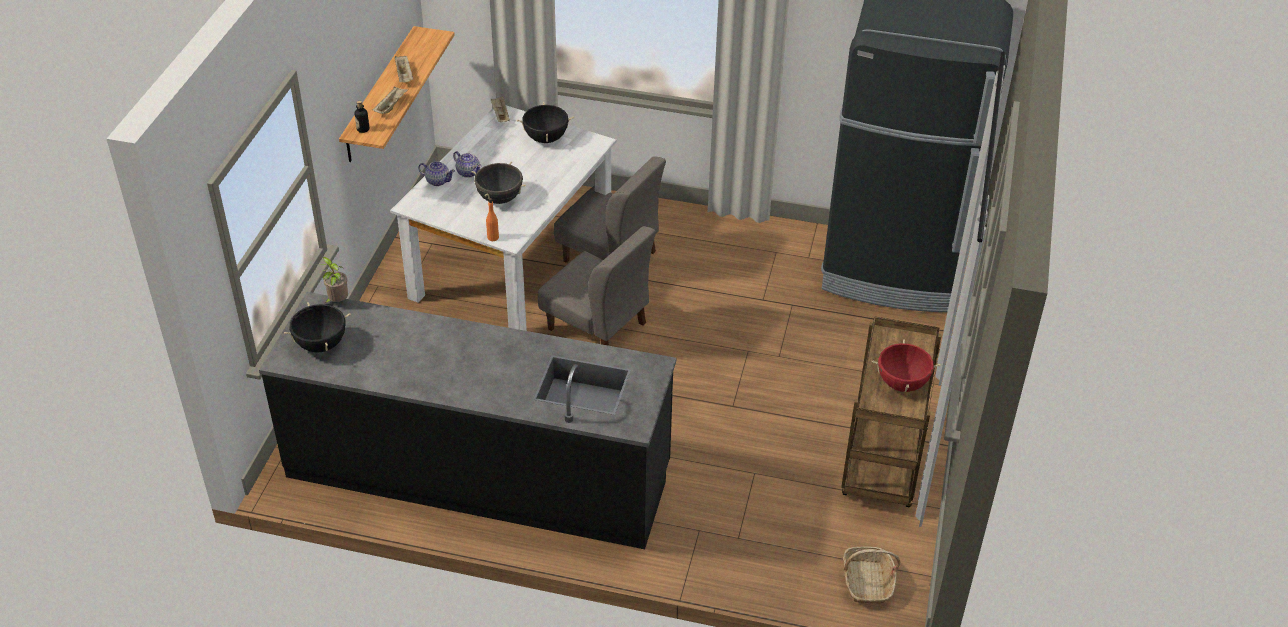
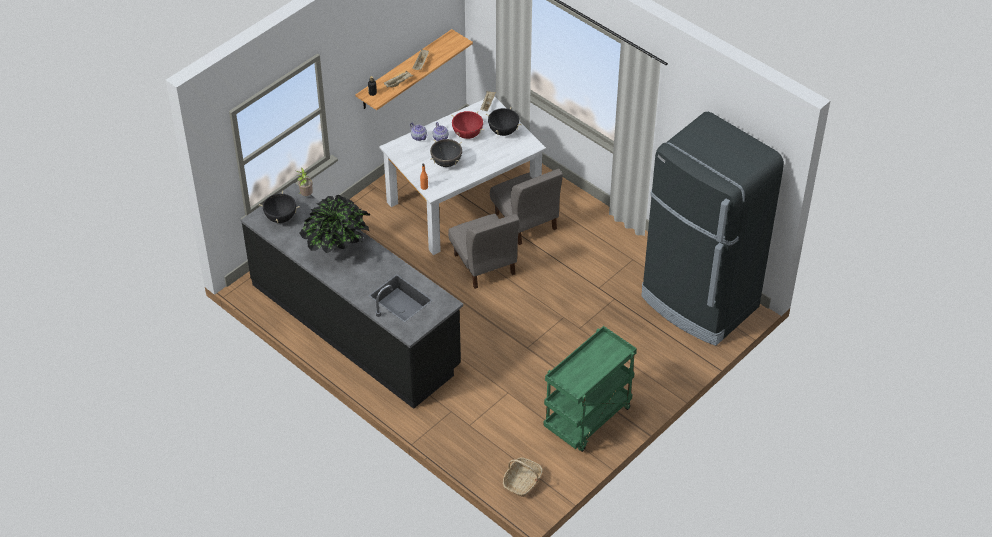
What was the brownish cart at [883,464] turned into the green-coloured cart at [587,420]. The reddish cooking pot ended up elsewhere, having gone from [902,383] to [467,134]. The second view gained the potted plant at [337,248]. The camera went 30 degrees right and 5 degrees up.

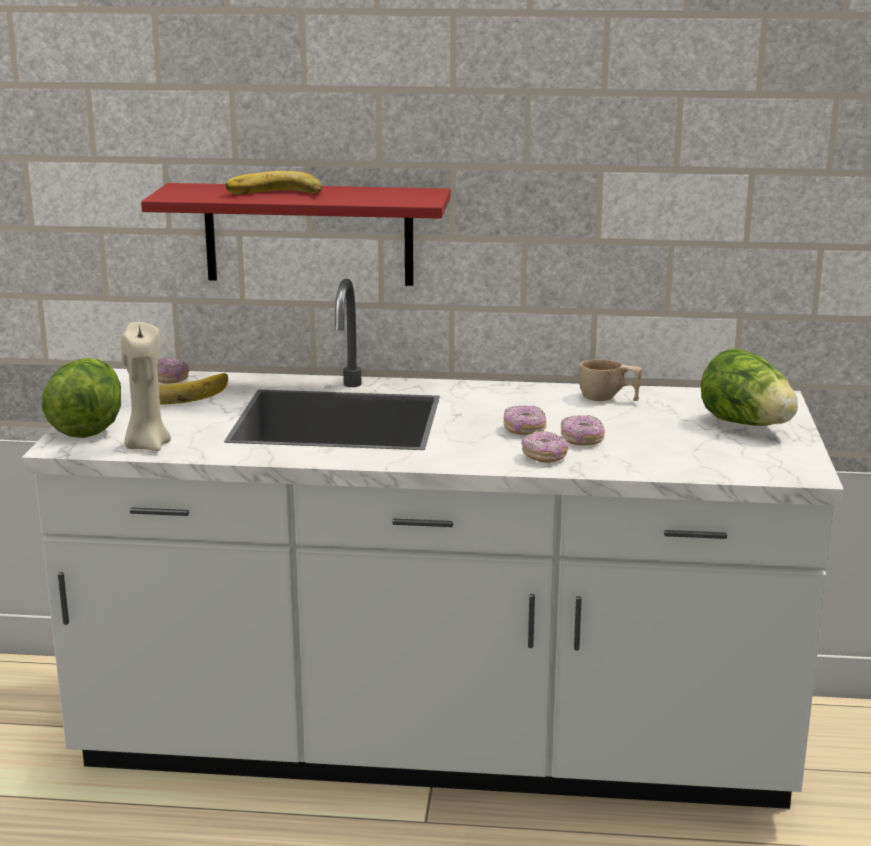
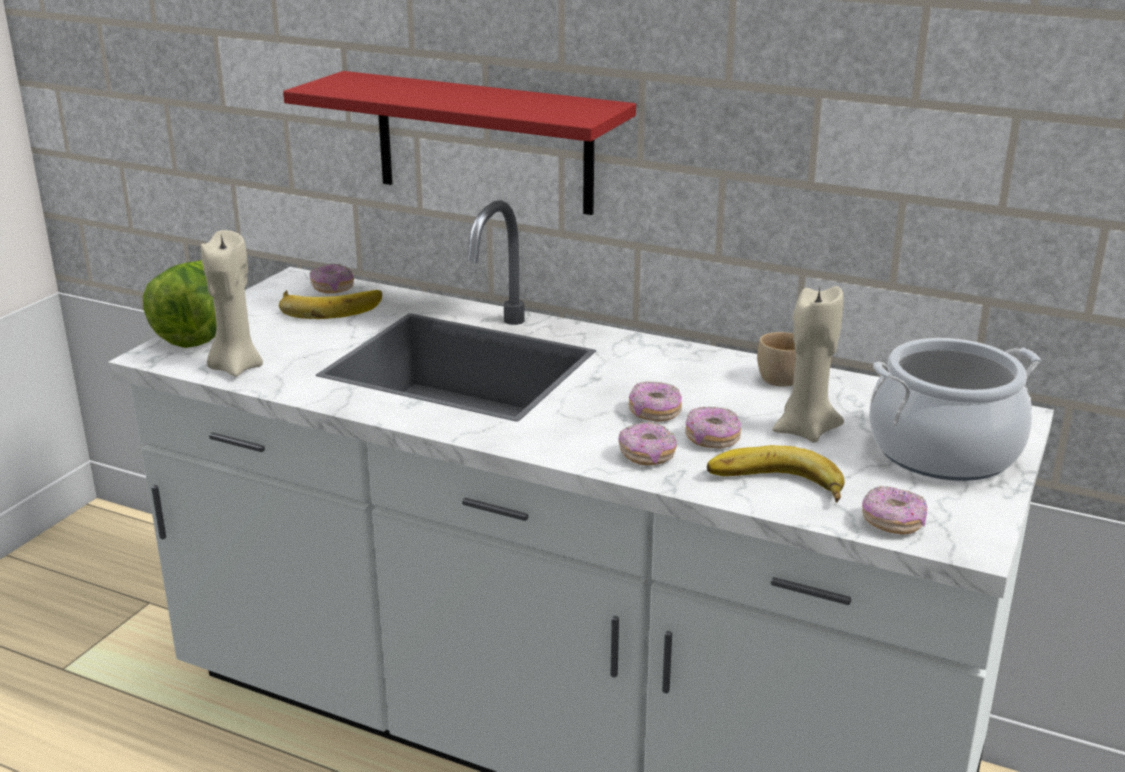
The banana ended up elsewhere, having gone from [275,195] to [775,487]. Where the lettuce stood at [747,424], the cooking pot came to stand at [943,450]. The second view gained the sand-coloured wax light at [805,430]. The second view gained the donut at [892,523]. The camera went 20 degrees right and 5 degrees up.

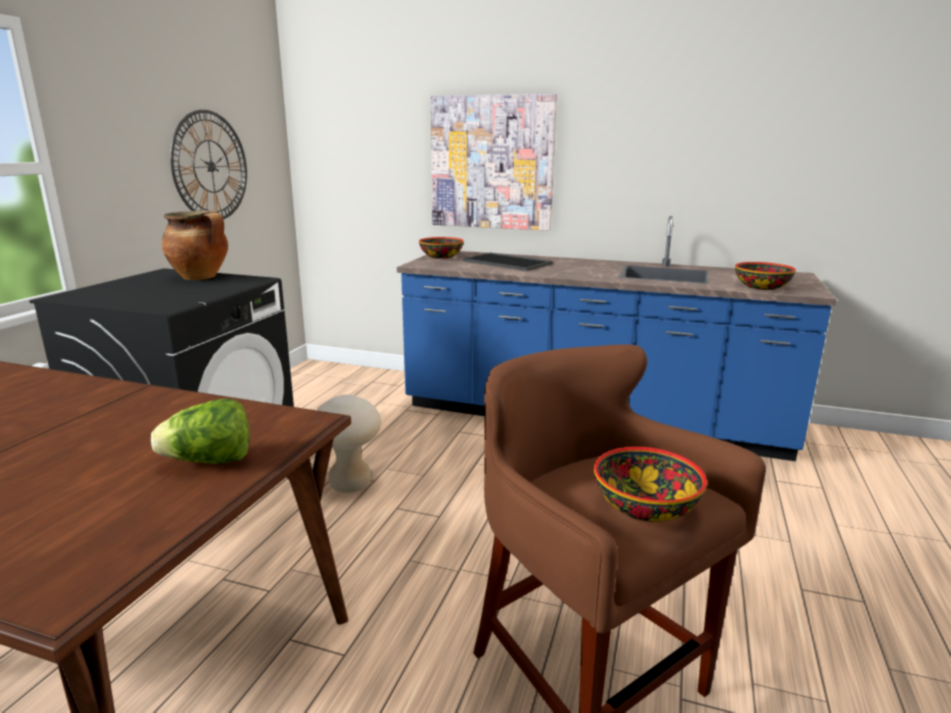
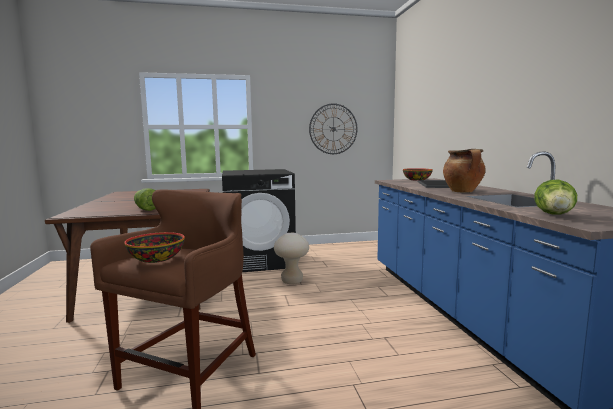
The cooking pot ended up elsewhere, having gone from [201,277] to [463,191]. The second view lost the wall picture at [492,163]. Where the deep dish stood at [761,287], the lettuce came to stand at [555,215]. The camera went 60 degrees right and 10 degrees down.

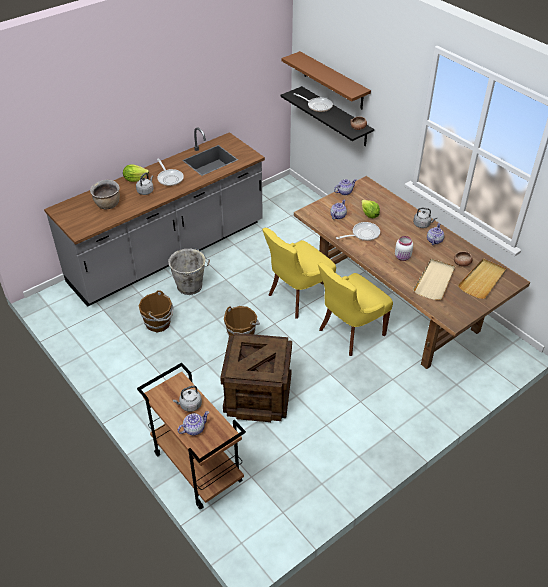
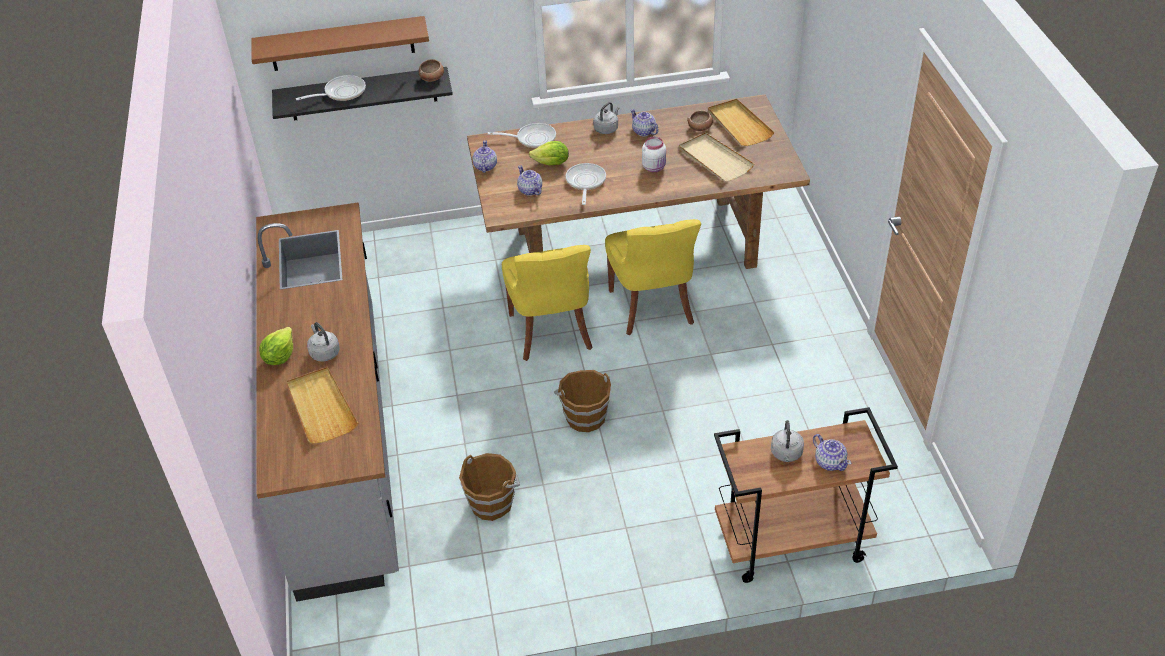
Where the brownish cooking pot stood at [108,205], the sand-coloured carrying tray came to stand at [321,407]. The pan ended up elsewhere, having gone from [169,178] to [532,139]. The second view lost the grey bucket at [191,286]. The tea pot at [194,429] ended up facing another way, 150 degrees clockwise from before. The second view lost the crate at [257,395]. The camera went 60 degrees left and 0 degrees up.

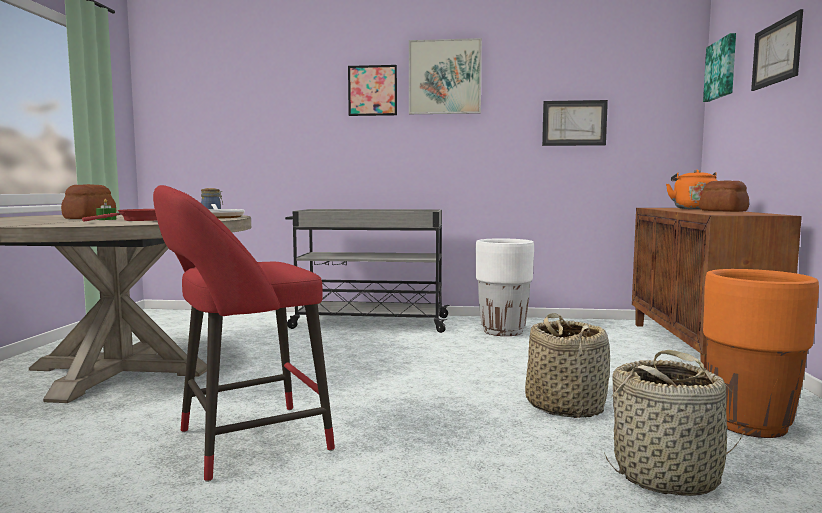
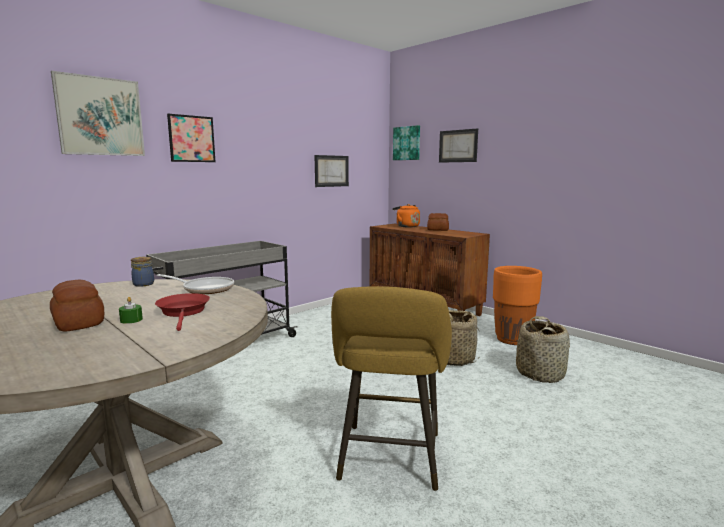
What was the reddish sitting stool at [244,443] turned into the yellow sitting stool at [389,461]. The wall picture ended up elsewhere, having gone from [445,77] to [100,116]. The second view lost the white planter at [503,331]. The camera went 50 degrees left and 5 degrees up.

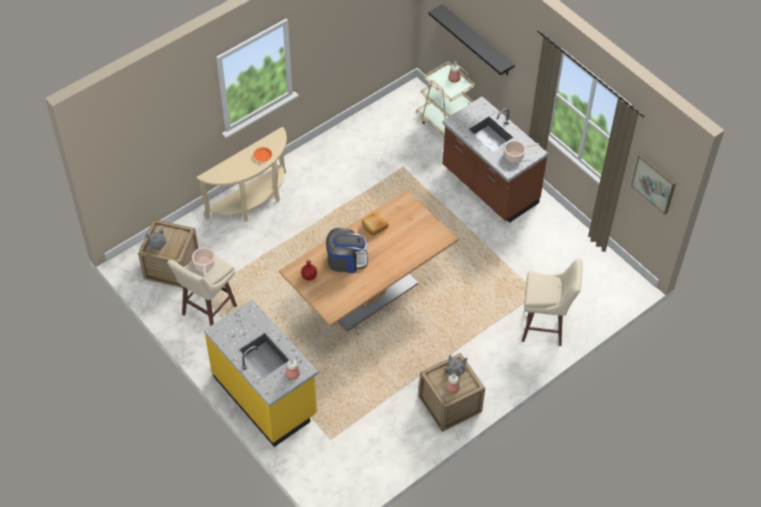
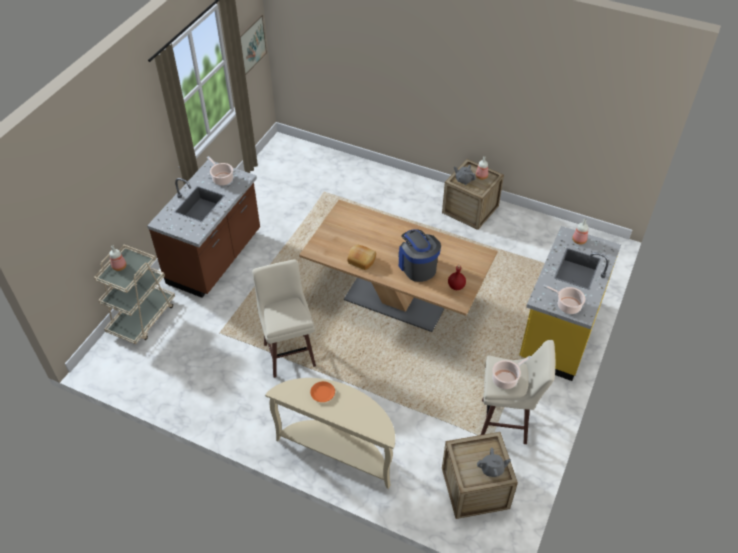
The second view lost the black bracket shelf at [477,41]. The sand-coloured sitting stool ended up elsewhere, having gone from [544,328] to [289,353]. The second view gained the cooking pot at [567,305]. The camera went 115 degrees left and 5 degrees down.

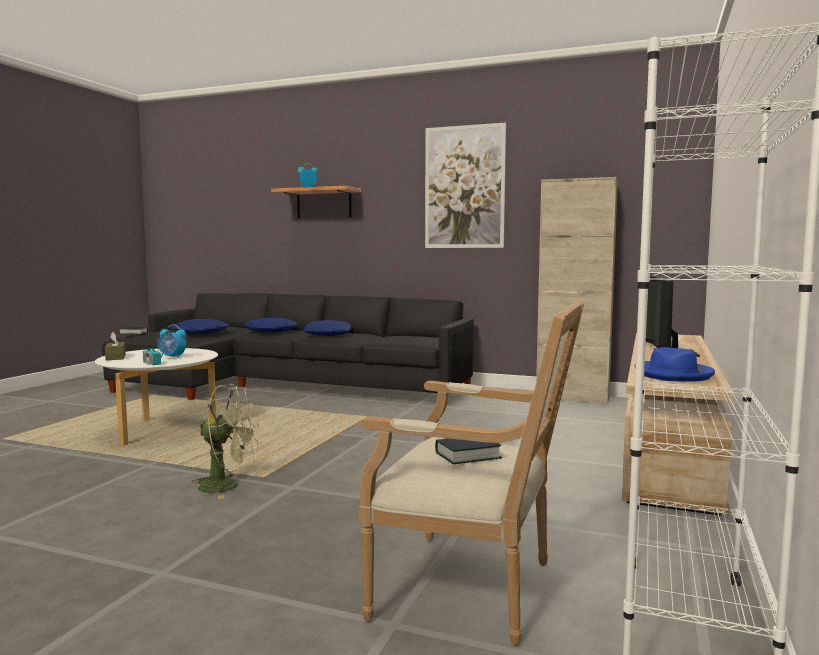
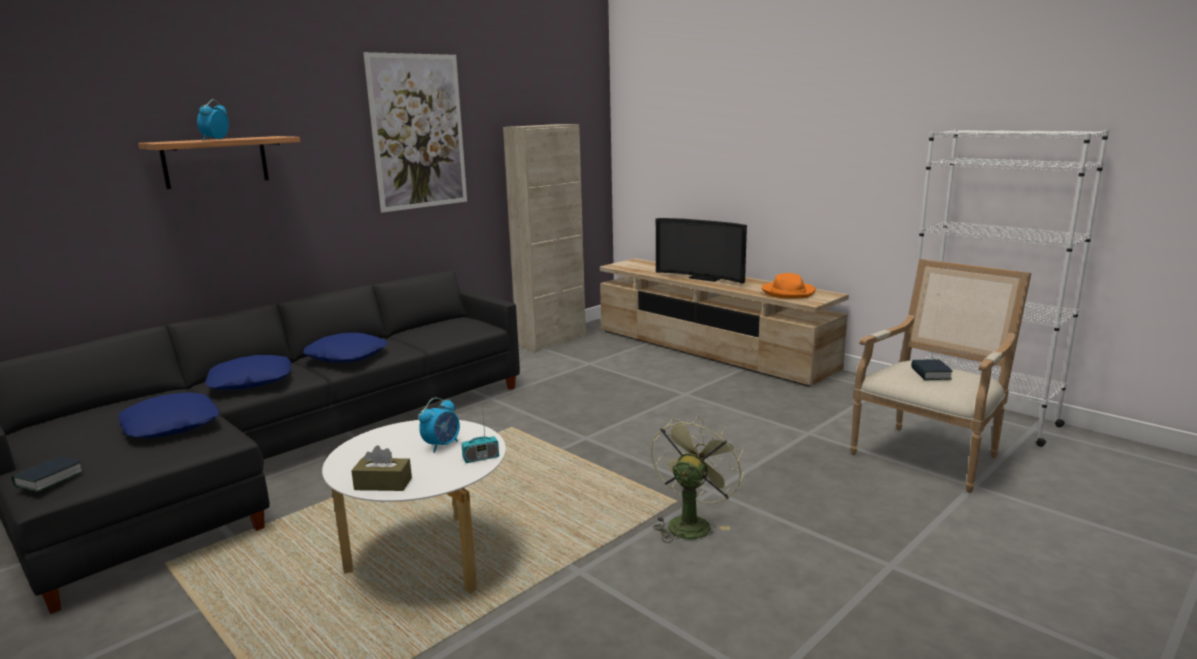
What was the blue-coloured clothing hat at [674,375] turned into the orangey clothing hat at [788,292]. The camera went 65 degrees left and 10 degrees up.

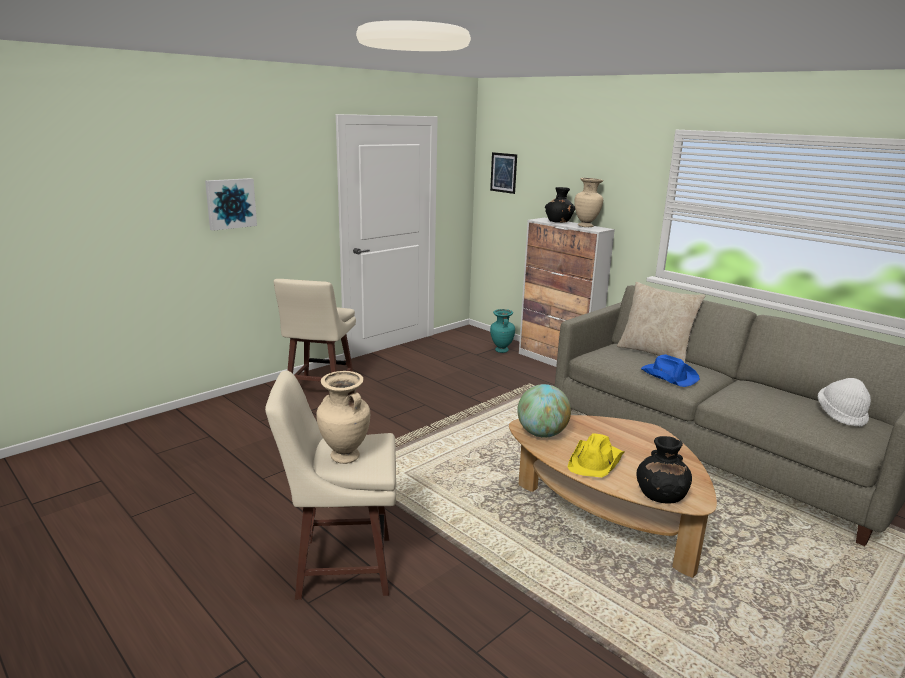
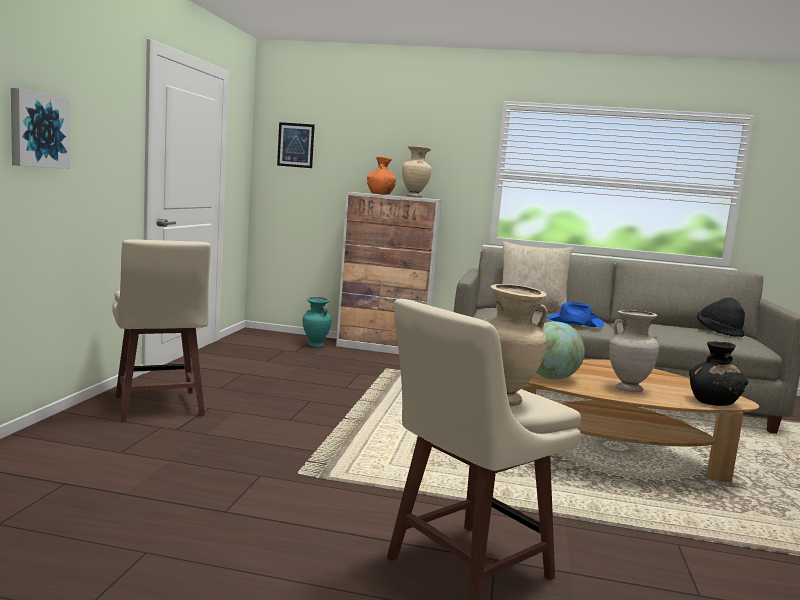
What was the black flower vase at [559,222] turned into the orangey flower vase at [380,194]. Where the yellow clothing hat stood at [596,461], the sand-coloured flower vase came to stand at [628,389]. What was the white clothing hat at [841,415] turned into the black clothing hat at [719,332]. The camera went 35 degrees left and 10 degrees down.

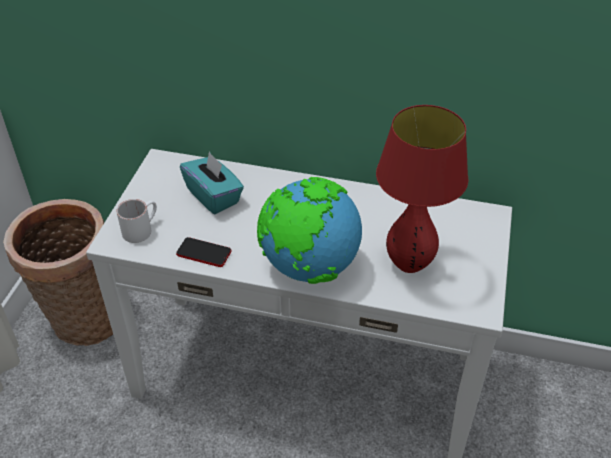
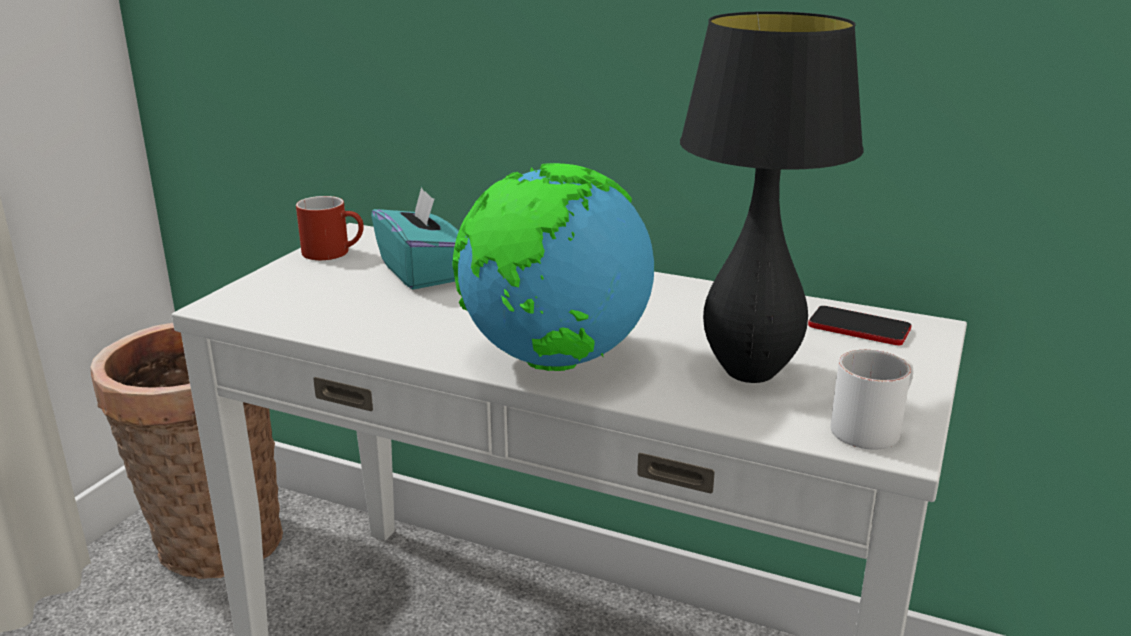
The white tea mug ended up elsewhere, having gone from [141,229] to [871,426]. The handset ended up elsewhere, having gone from [204,253] to [859,328]. What was the reddish table lamp at [409,265] turned into the black table lamp at [749,373]. The second view gained the reddish tea mug at [335,252]. The camera went 10 degrees right and 20 degrees down.

